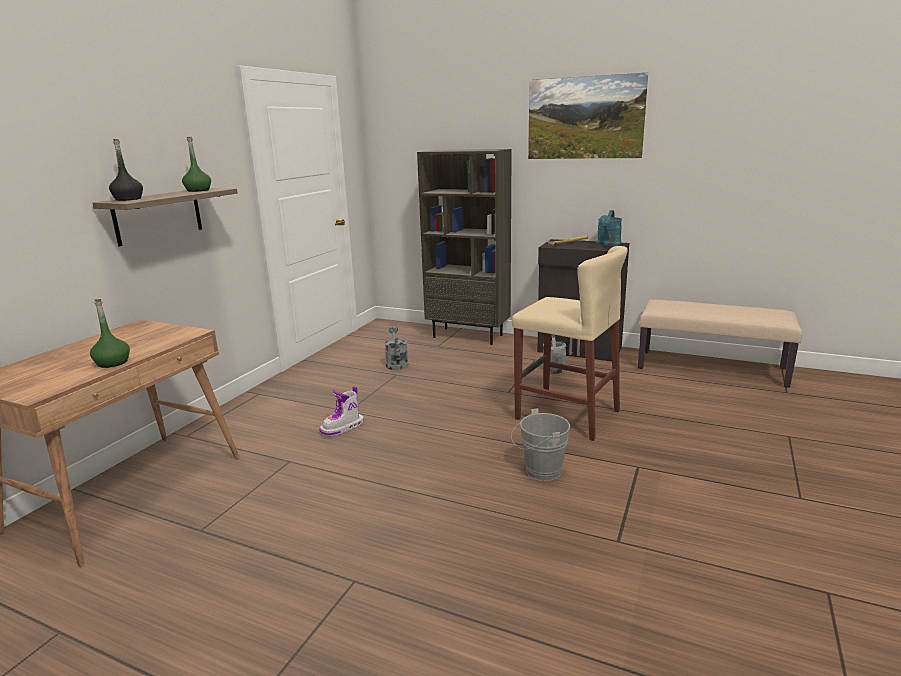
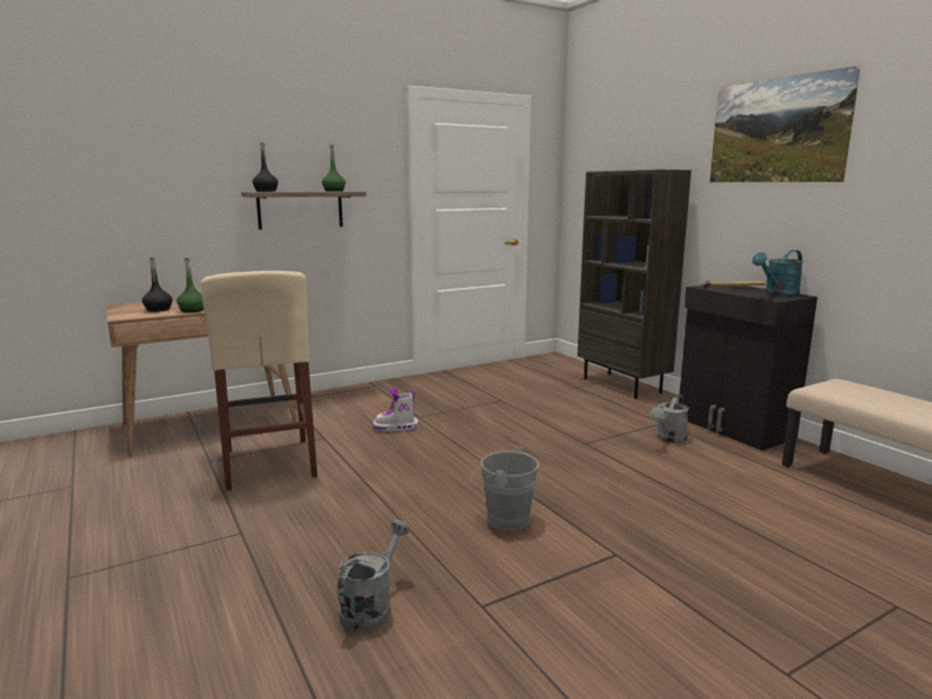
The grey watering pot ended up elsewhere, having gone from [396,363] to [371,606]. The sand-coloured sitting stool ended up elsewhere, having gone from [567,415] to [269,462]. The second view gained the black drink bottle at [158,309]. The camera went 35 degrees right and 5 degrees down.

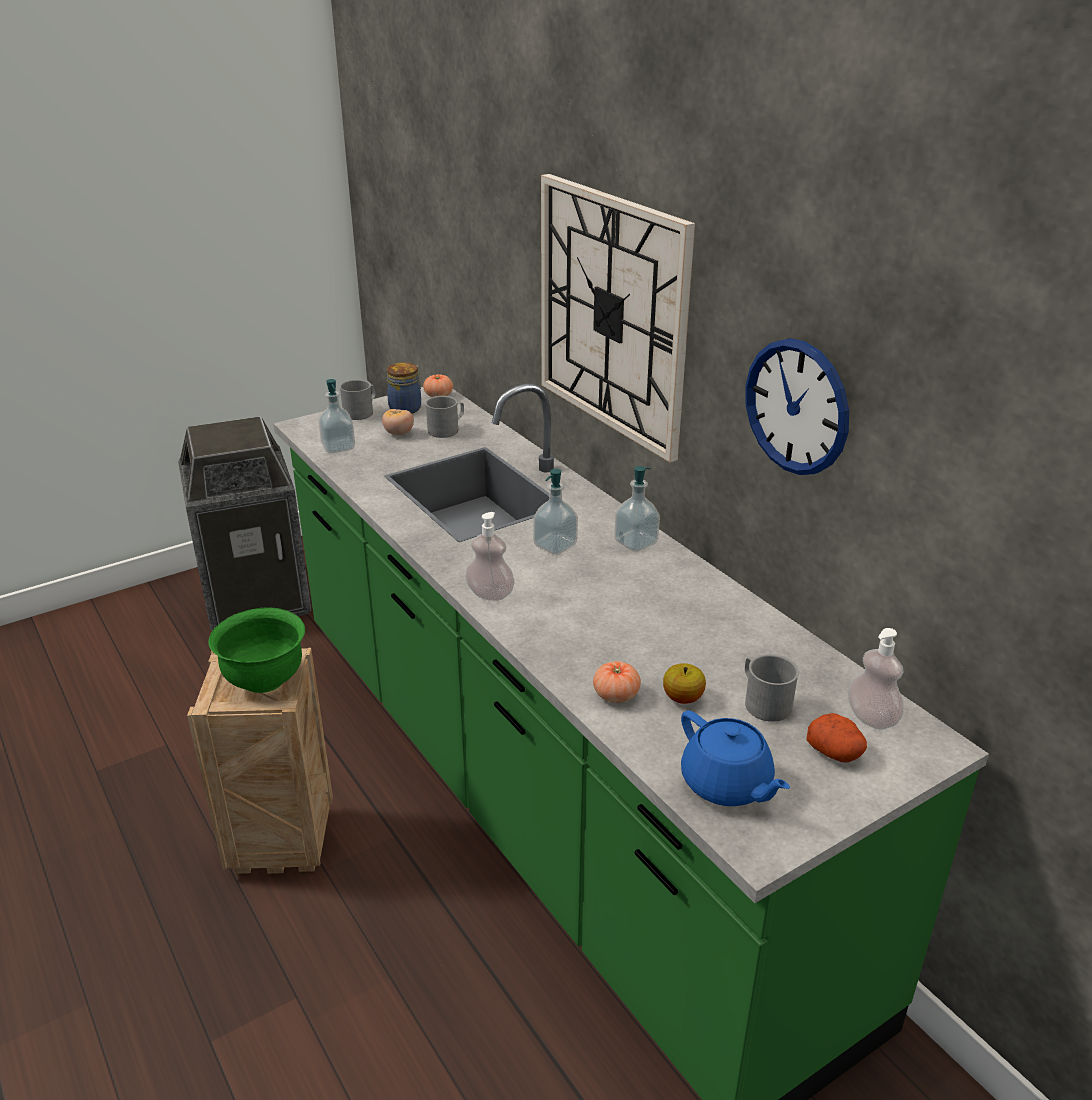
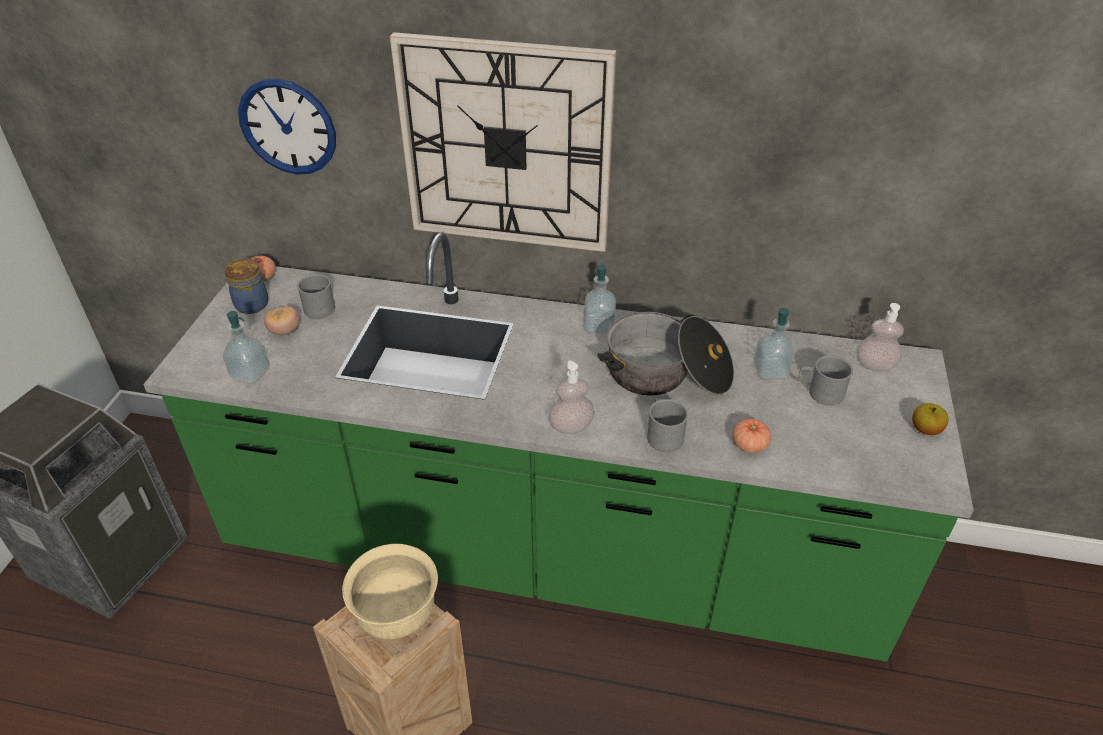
What was the green-coloured deep dish at [265,679] turned into the sand-coloured deep dish at [397,615]. The grey tea mug ended up elsewhere, having gone from [361,412] to [663,434]. The liquid soap bottle ended up elsewhere, having gone from [555,545] to [770,370]. The apple ended up elsewhere, having gone from [683,698] to [925,429]. The second view lost the blue-coloured tea pot at [727,785]. The wall clock ended up elsewhere, having gone from [796,407] to [288,127]. The second view lost the potato at [835,752]. The second view gained the cooking pot at [667,375]. The camera went 45 degrees left and 10 degrees up.

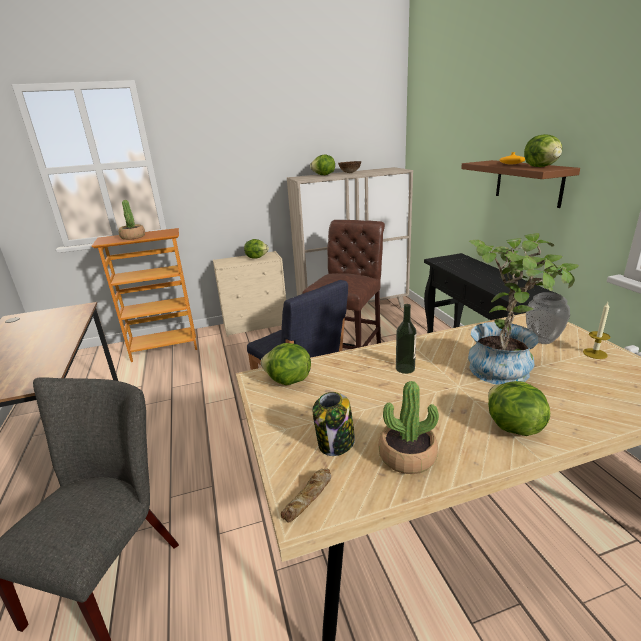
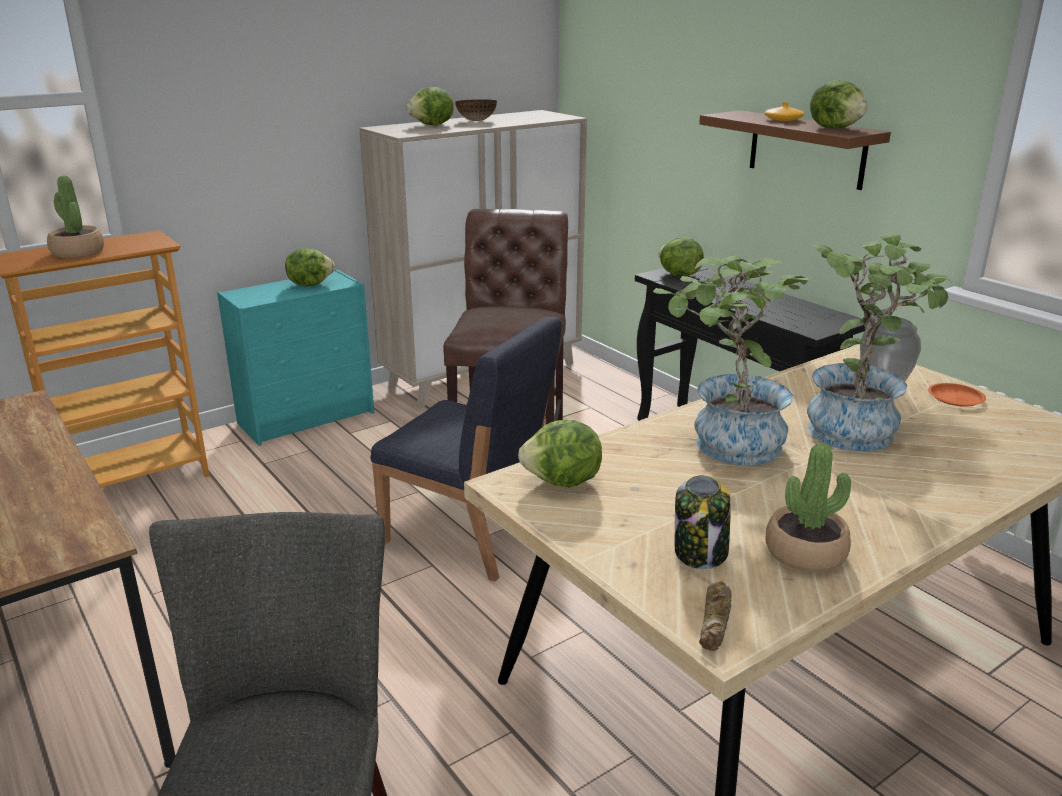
What was the sand-coloured chest of drawers at [256,325] turned into the turquoise chest of drawers at [308,417]. Where the drink bottle stood at [405,368], the potted plant came to stand at [724,445]. The lettuce ended up elsewhere, having gone from [512,427] to [678,275]. Where the wax light stood at [594,353], the orangey plate came to stand at [955,398]. The camera went 20 degrees left and 0 degrees up.

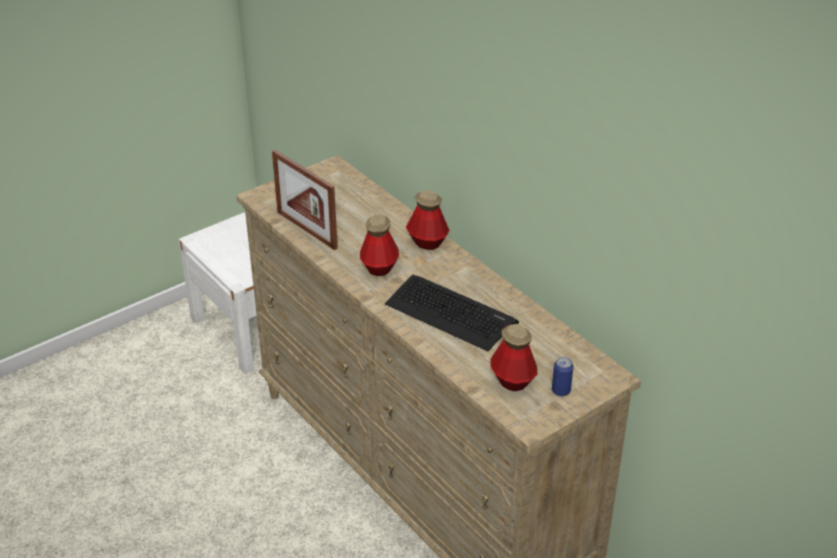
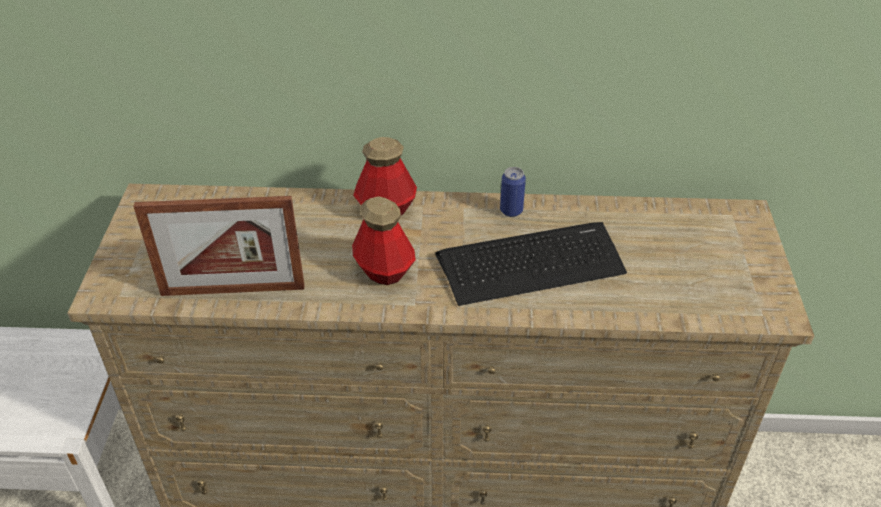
The second view lost the drink bottle at [512,380]. The sealed can ended up elsewhere, having gone from [561,391] to [511,210]. The camera went 50 degrees left and 5 degrees up.

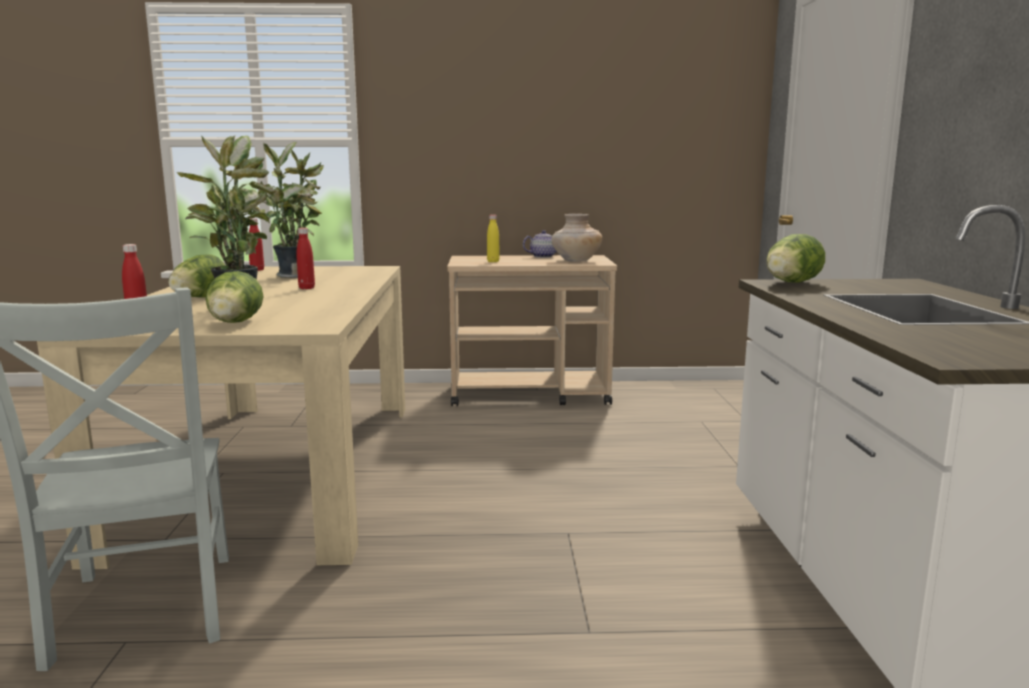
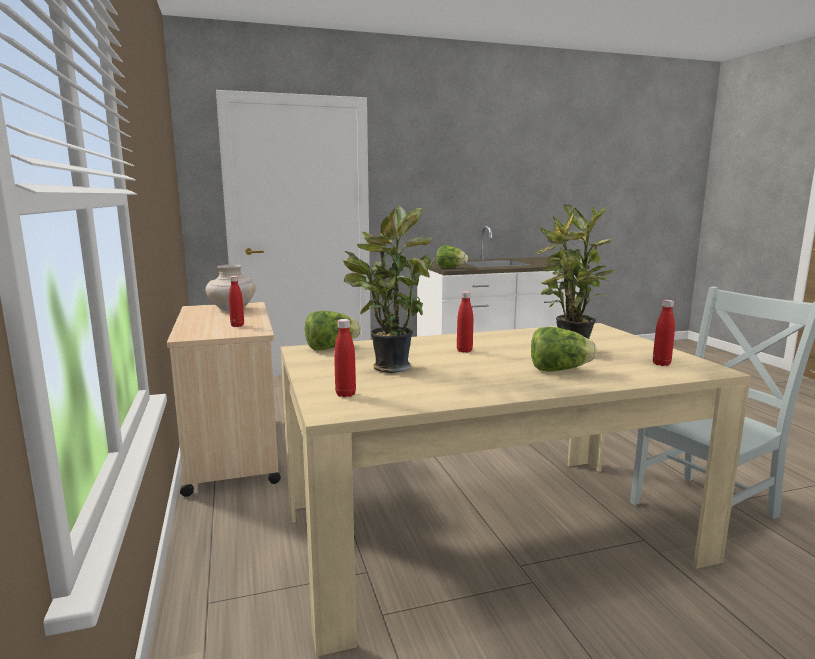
The lettuce ended up elsewhere, having gone from [234,323] to [331,348]. What was the yellow drink bottle at [493,261] turned into the reddish drink bottle at [237,325]. The second view lost the tea pot at [543,256]. The camera went 105 degrees left and 0 degrees up.

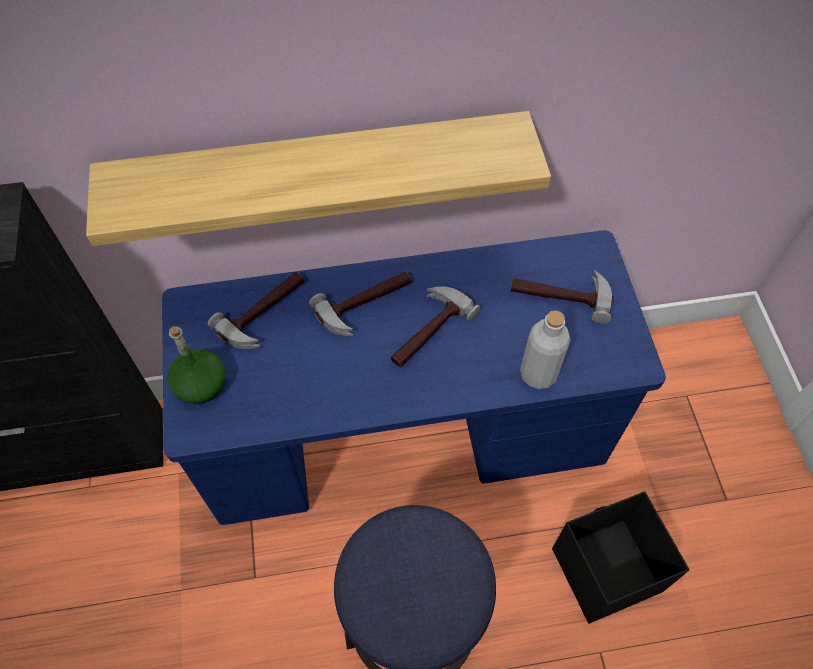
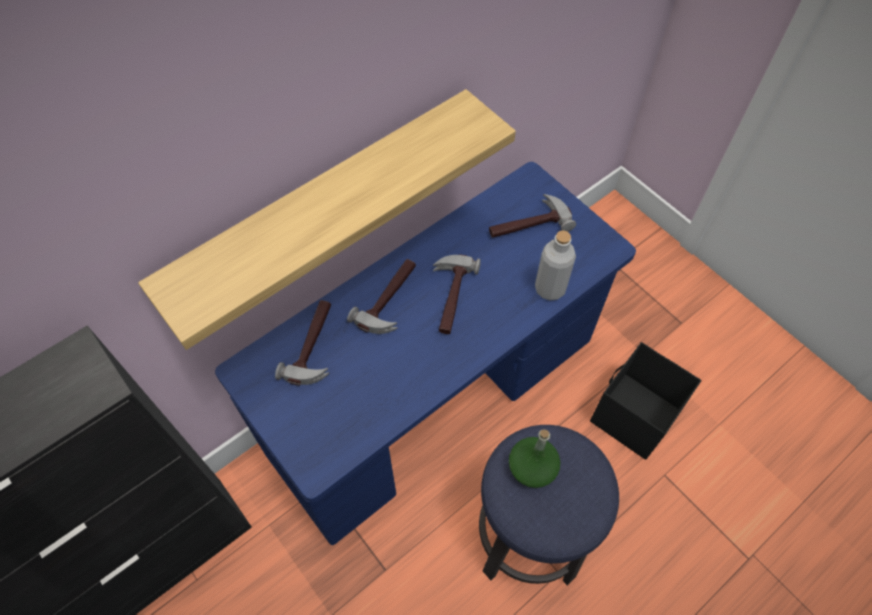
The green-coloured drink bottle ended up elsewhere, having gone from [201,384] to [532,467]. The camera went 30 degrees left and 0 degrees up.

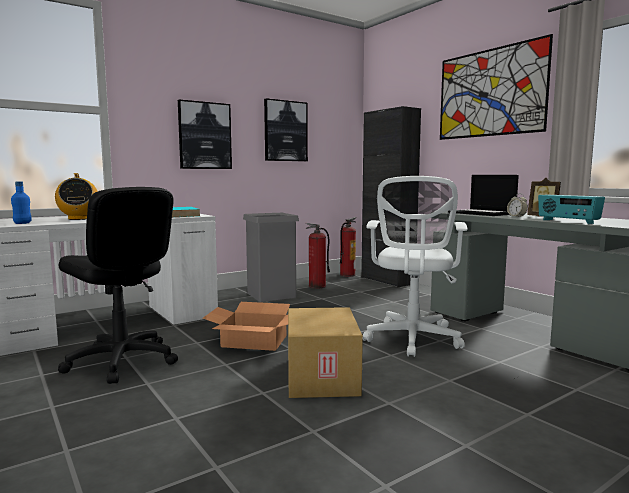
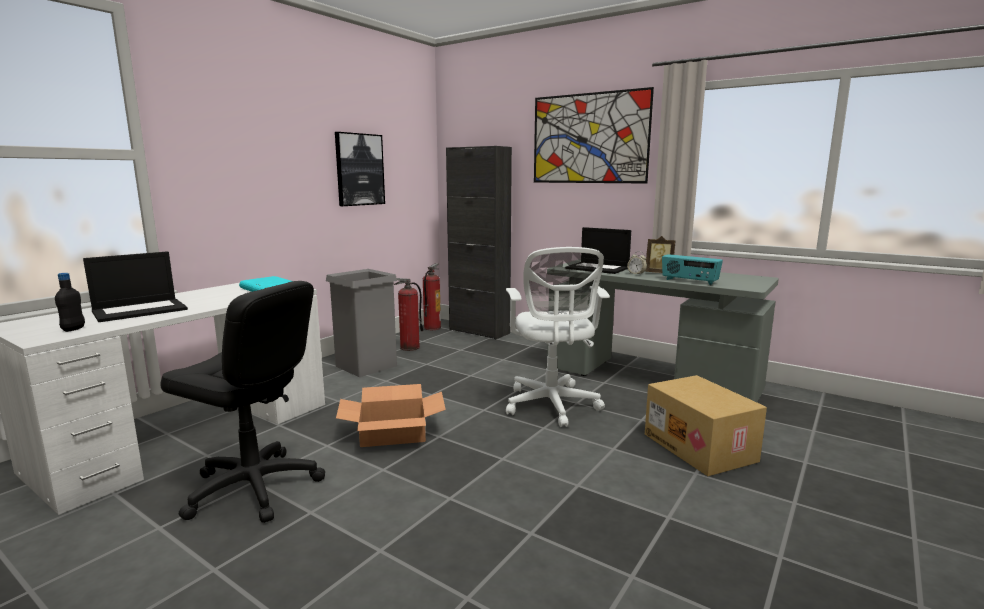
What was the blue-coloured drink bottle at [22,223] turned into the black drink bottle at [73,329]. Where the radio receiver stood at [78,219], the notebook computer came to stand at [141,310]. The second view lost the wall picture at [204,135]. The cardboard box ended up elsewhere, having gone from [323,376] to [701,447]. The camera went 20 degrees left and 5 degrees up.

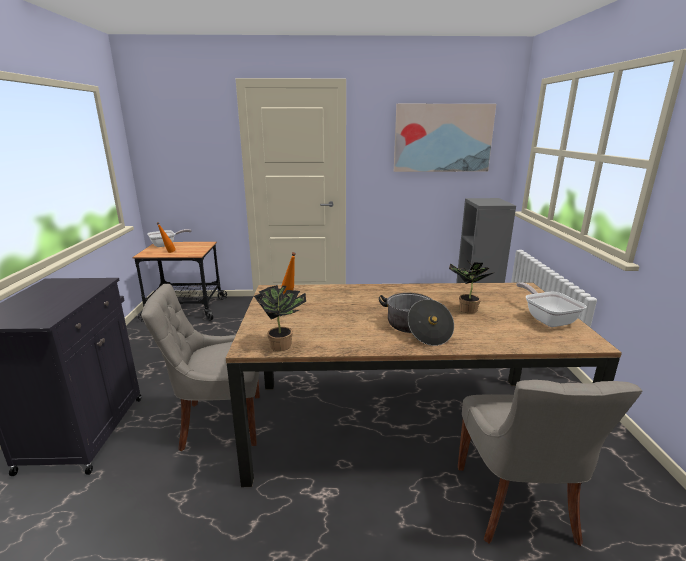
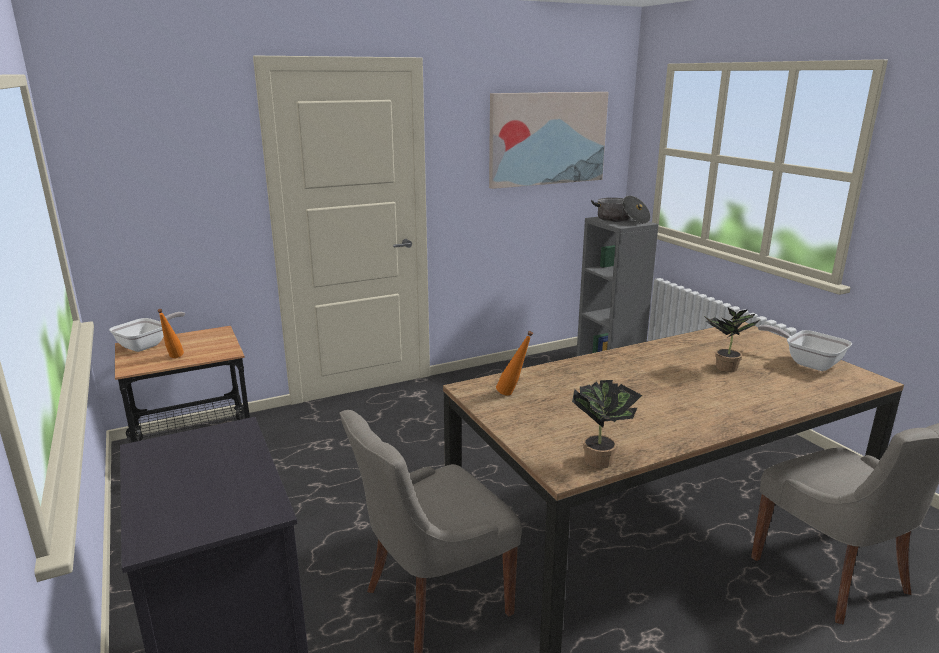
The cooking pot ended up elsewhere, having gone from [416,329] to [621,220]. The camera went 25 degrees left and 0 degrees up.

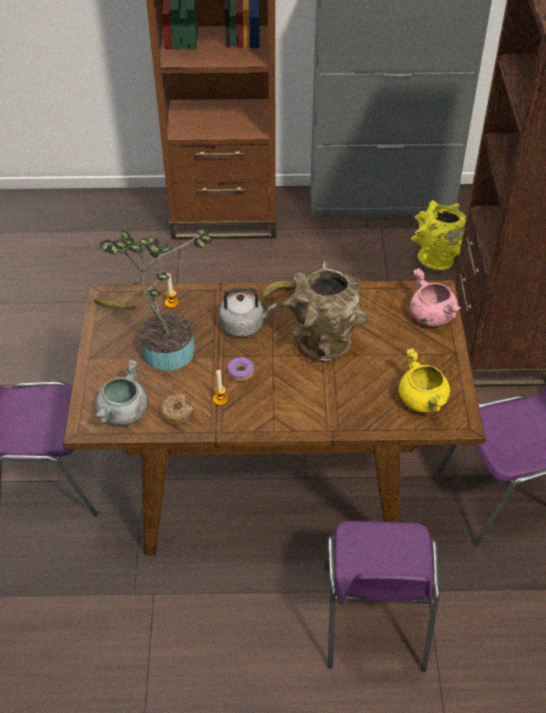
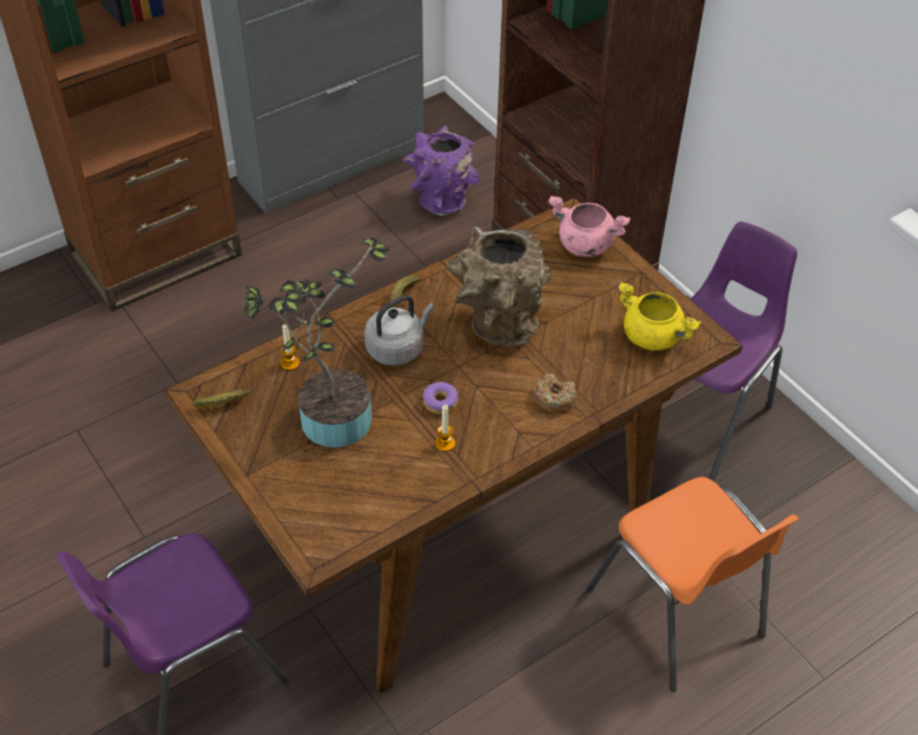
The second view lost the grey cooking pot at [123,413]. The donut ended up elsewhere, having gone from [176,413] to [554,399]. What was the purplish chair at [374,621] turned into the orangey chair at [678,616]. What was the yellow flower vase at [436,258] turned into the purplish flower vase at [440,200]. The camera went 35 degrees left and 0 degrees up.

